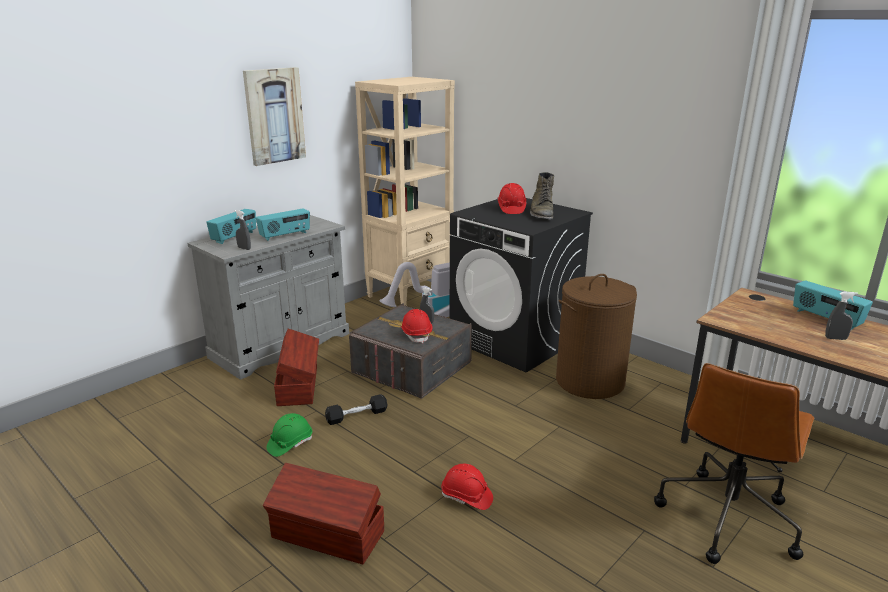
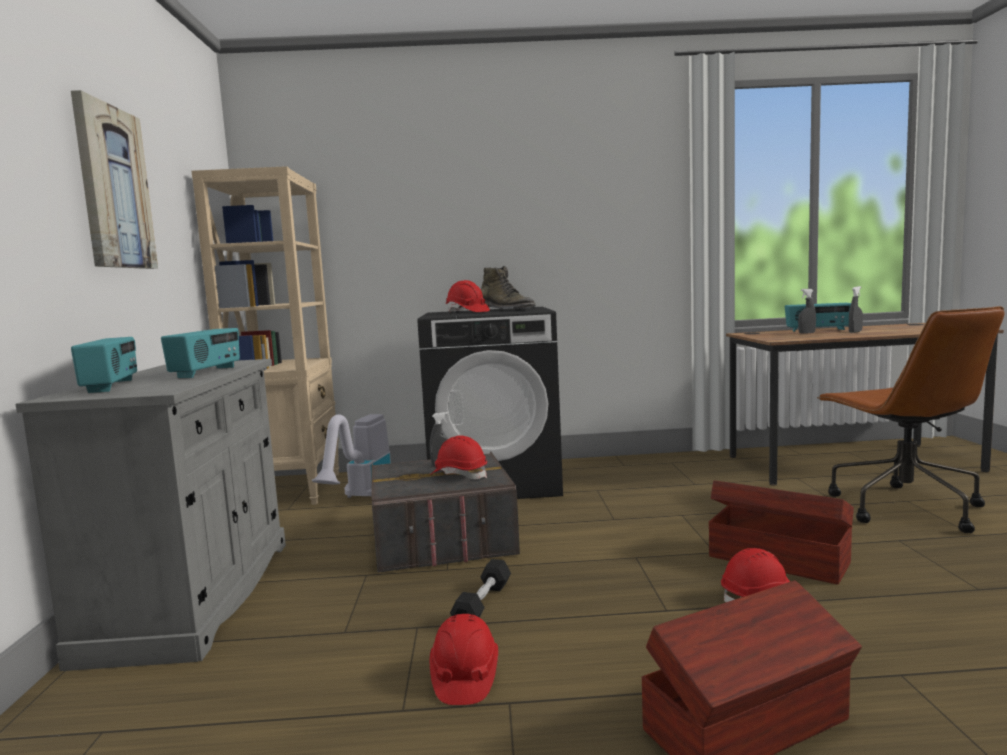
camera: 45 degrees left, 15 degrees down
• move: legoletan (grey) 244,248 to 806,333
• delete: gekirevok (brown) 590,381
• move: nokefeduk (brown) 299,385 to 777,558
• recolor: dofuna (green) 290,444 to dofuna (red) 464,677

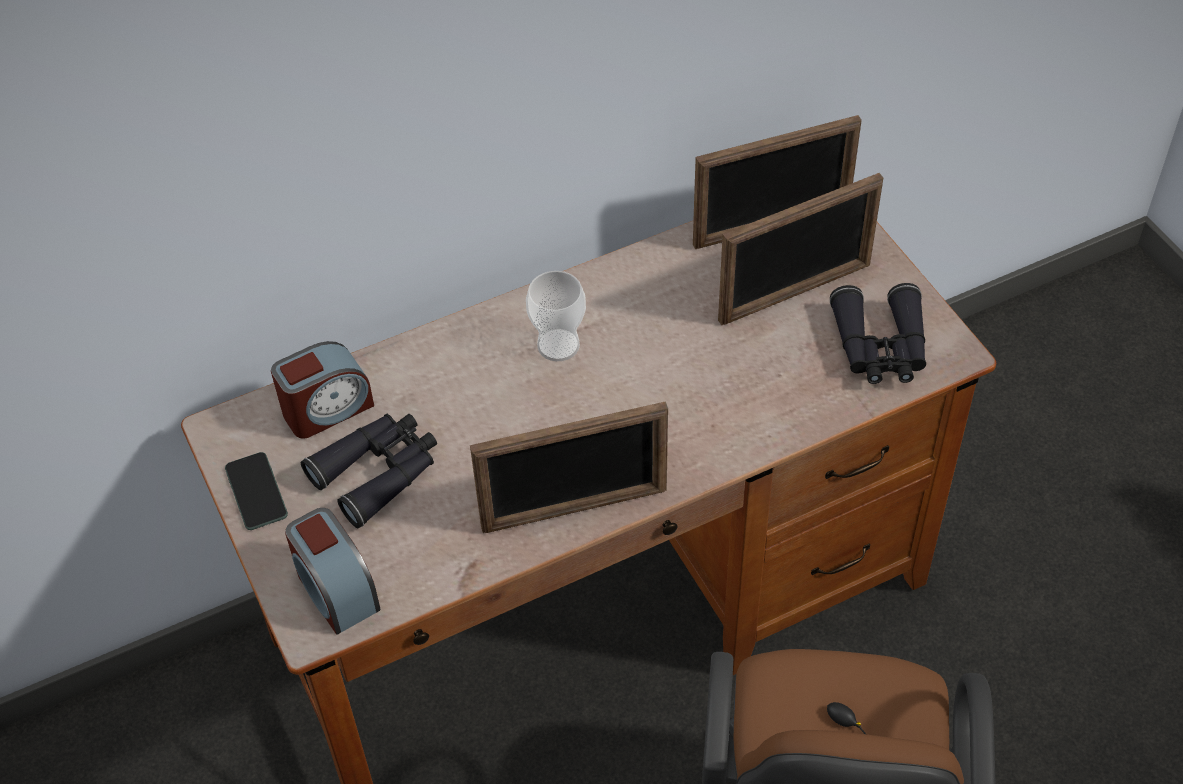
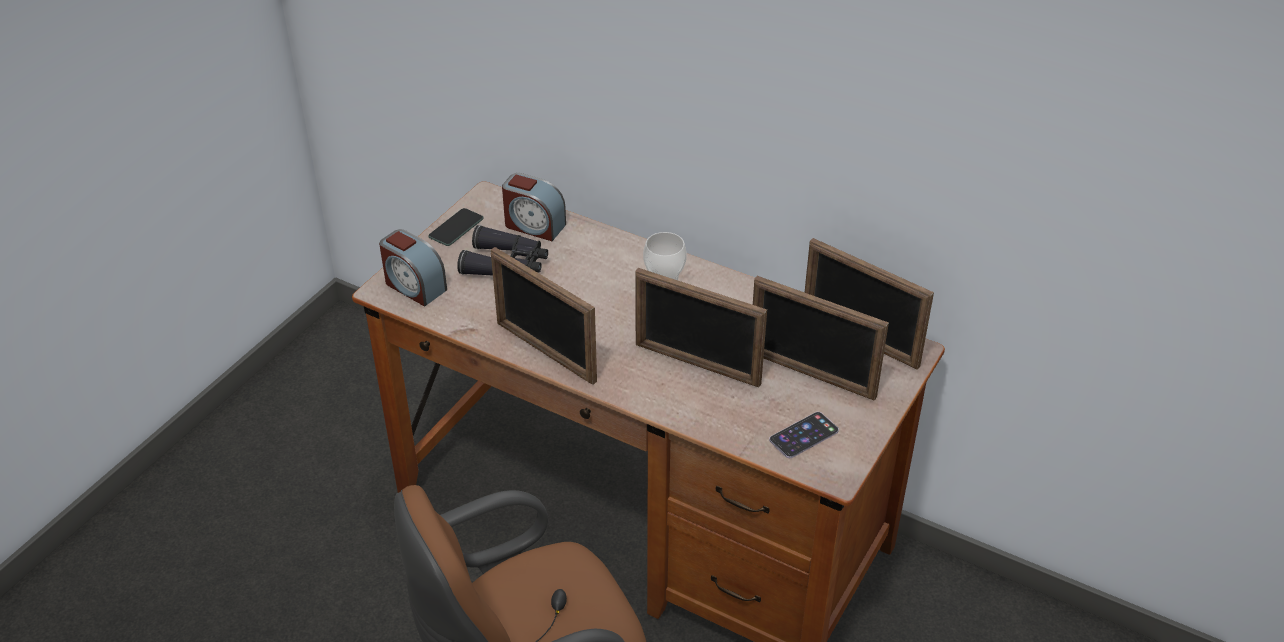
camera: 55 degrees right, 10 degrees down
• replace: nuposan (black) 880,347 to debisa 804,435
• rotate: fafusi 336,590 = 414,286 75 degrees counterclockwise
• insert: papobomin 697,364

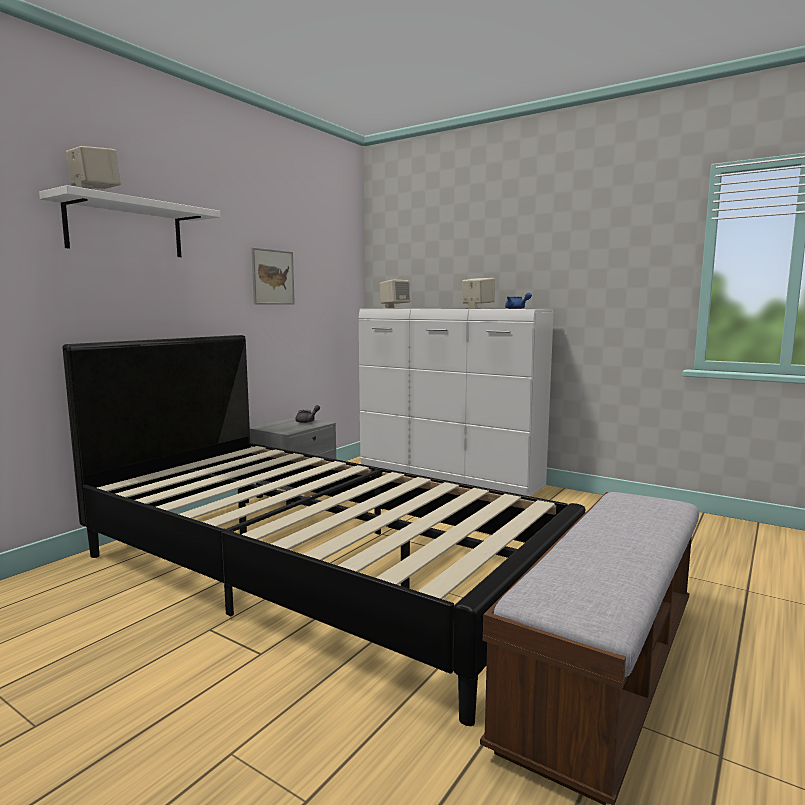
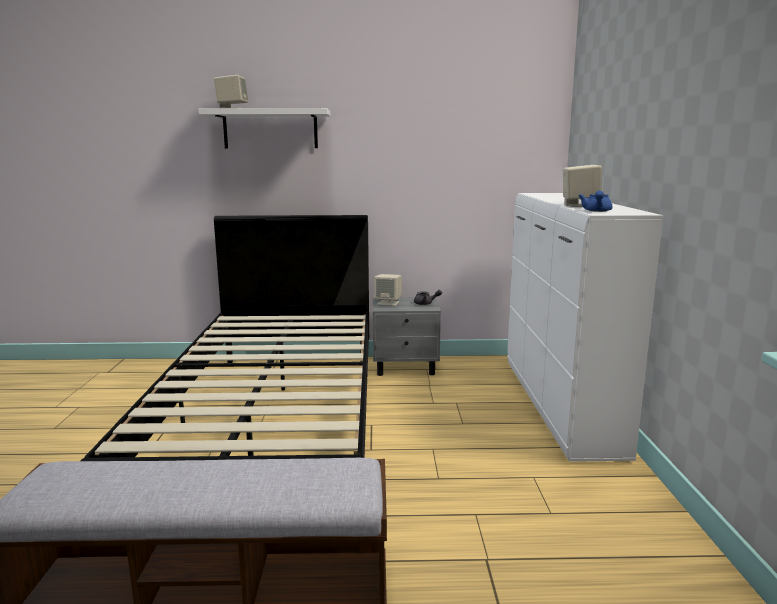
camera: 55 degrees right, 5 degrees up
• delete: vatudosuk 273,277
• move: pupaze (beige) 394,308 to 388,303

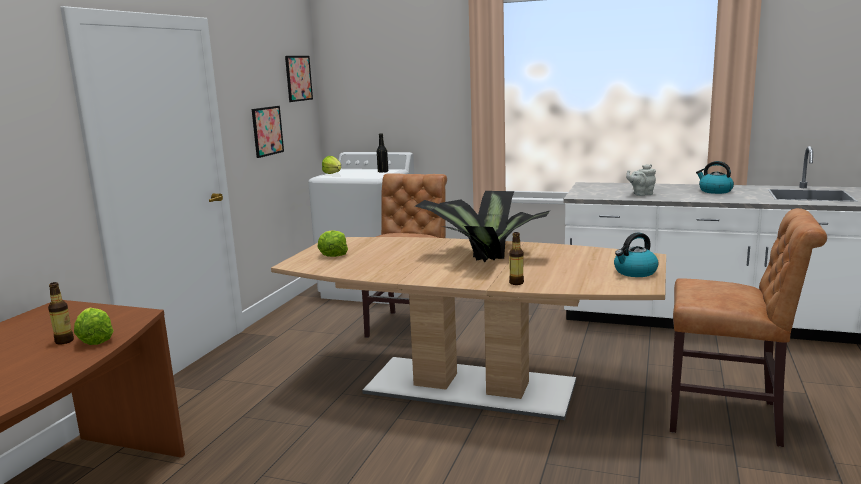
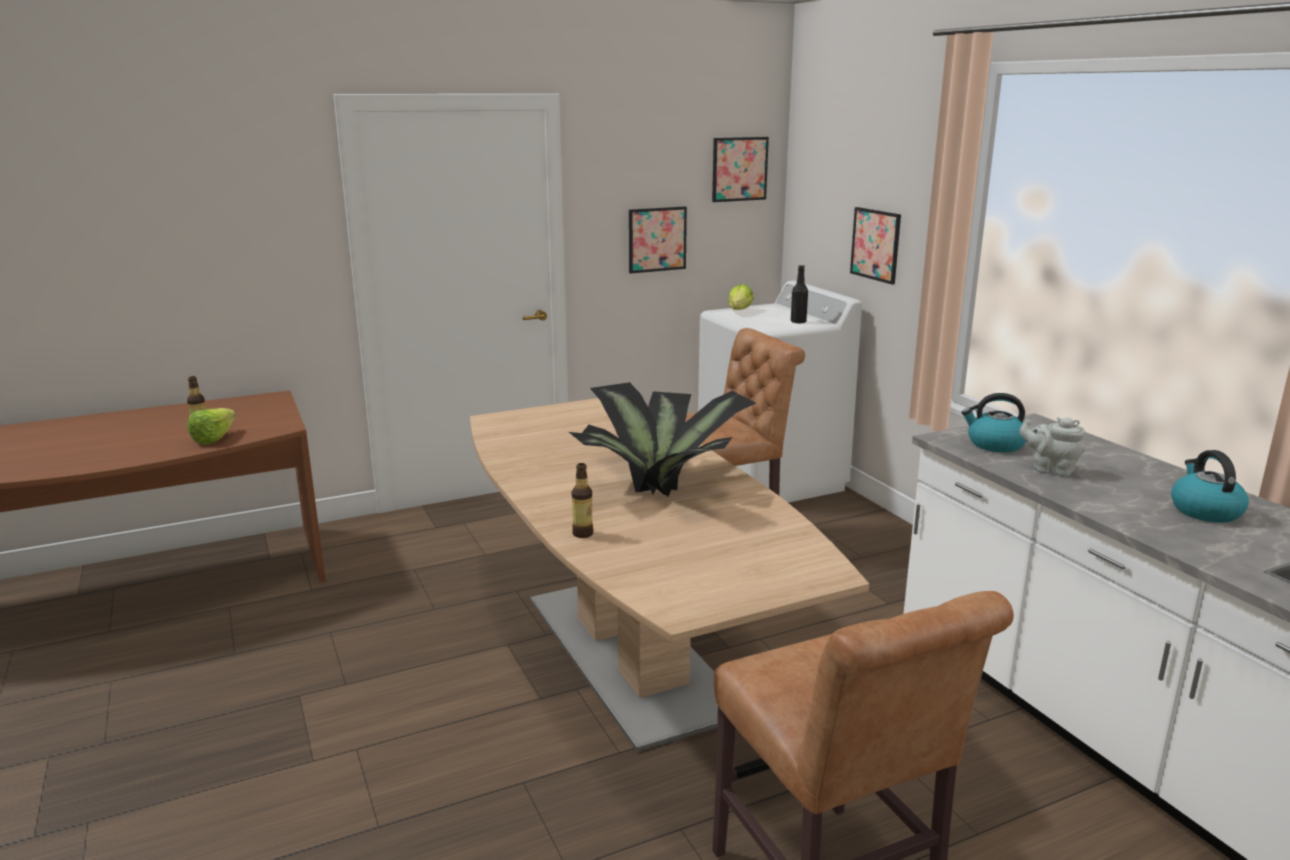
camera: 45 degrees right, 5 degrees up
• delete: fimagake 333,254
• move: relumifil 635,272 to 994,444
• insert: vatudosuk 875,244

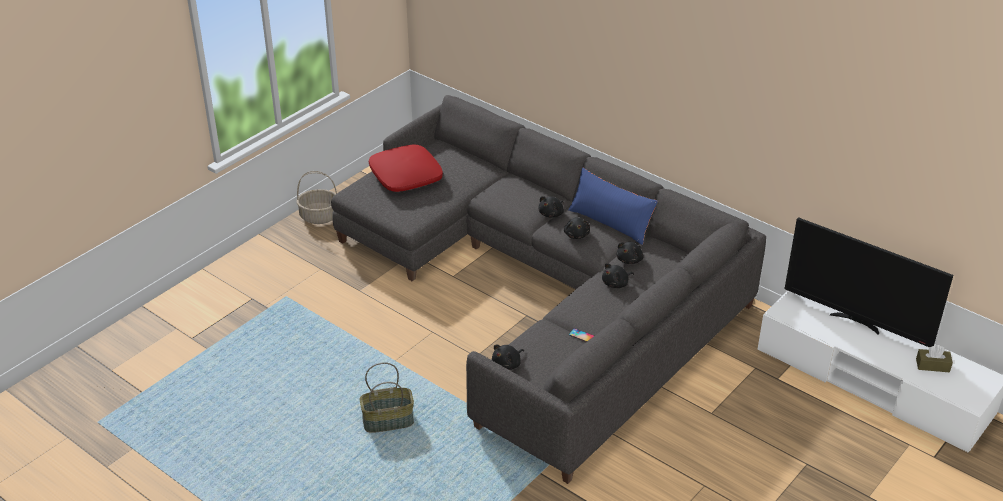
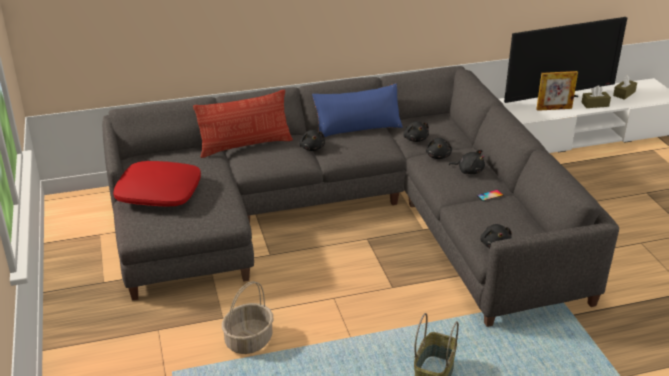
camera: 55 degrees left, 5 degrees down
• move: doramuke 320,216 to 249,340
• move: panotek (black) 576,234 to 469,171
• insert: papobomin 554,109
• insert: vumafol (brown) 595,104
• insert: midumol 245,145

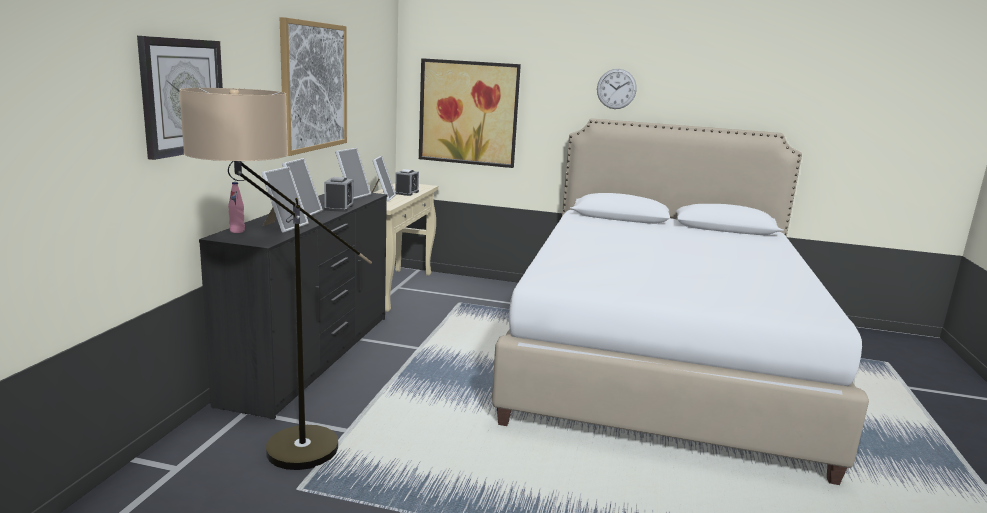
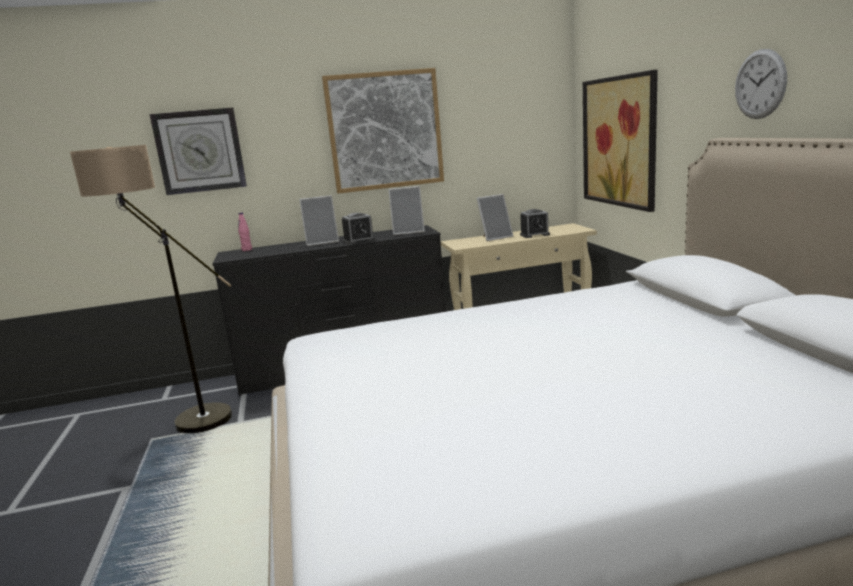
camera: 65 degrees right, 0 degrees up
• delete: papobomin 284,226

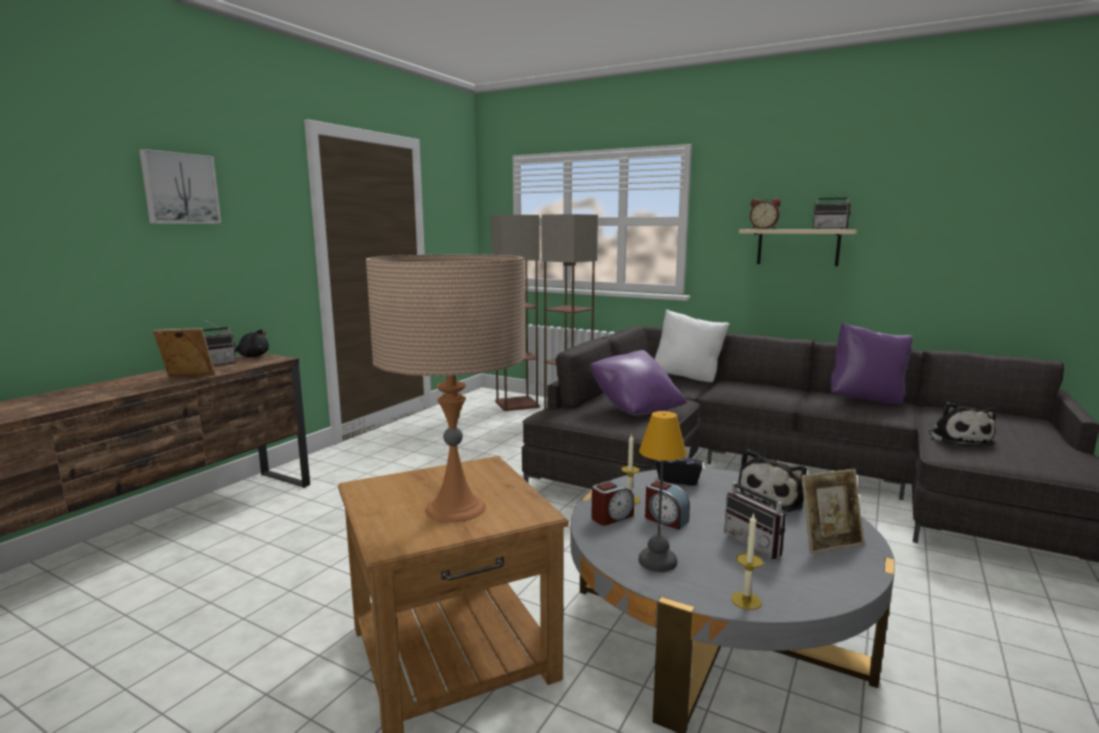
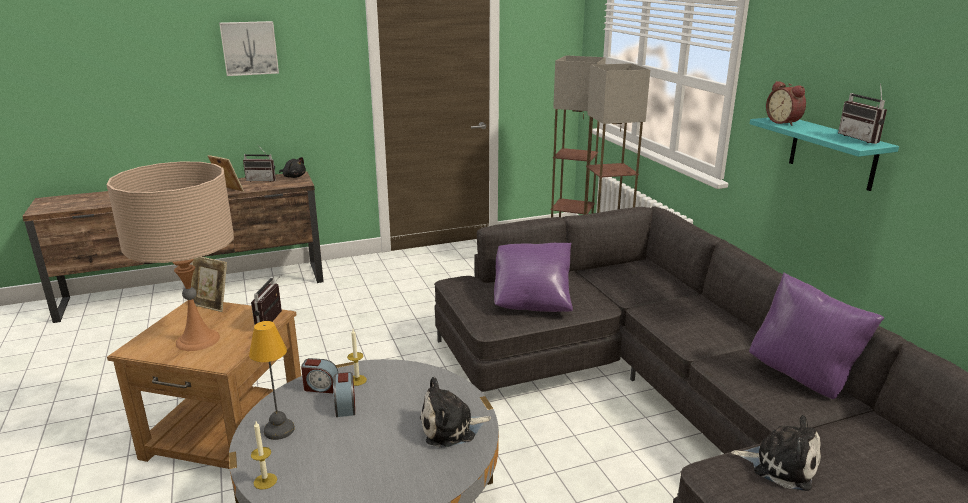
camera: 40 degrees right, 10 degrees up
• recolor: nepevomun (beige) 798,247 to nepevomun (turquoise) 832,153
• delete: midumol (white) 688,378
• rotate: panotek 958,438 = 780,465 105 degrees counterclockwise
• delete: vumafol (black) 678,480
• move: papobomin 829,543 to 211,305
• move: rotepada 757,544 to 273,322

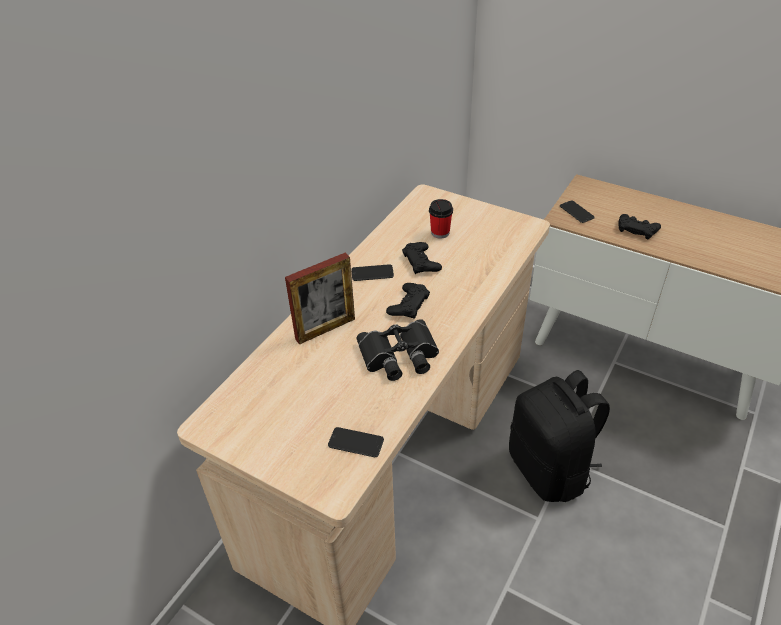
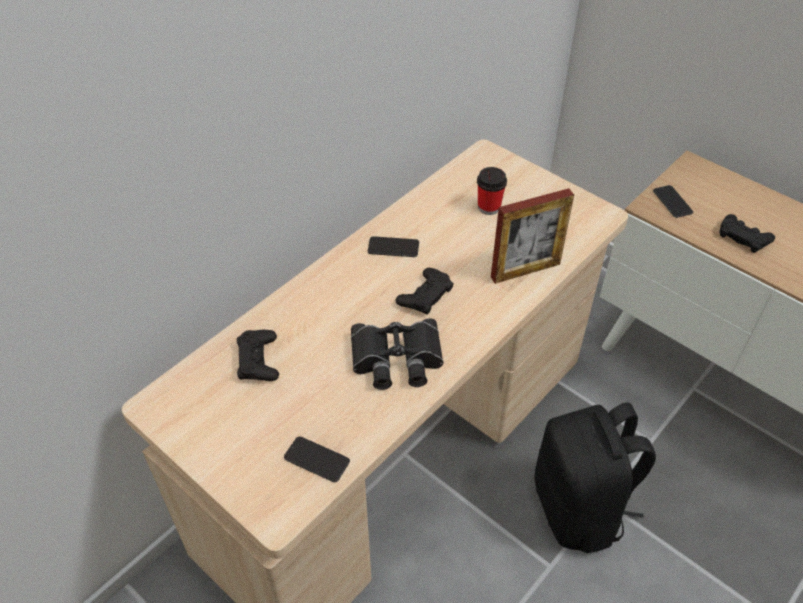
camera: 10 degrees right, 5 degrees up
• move: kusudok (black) 421,262 to 258,360
• move: papobomin 325,329 to 525,270

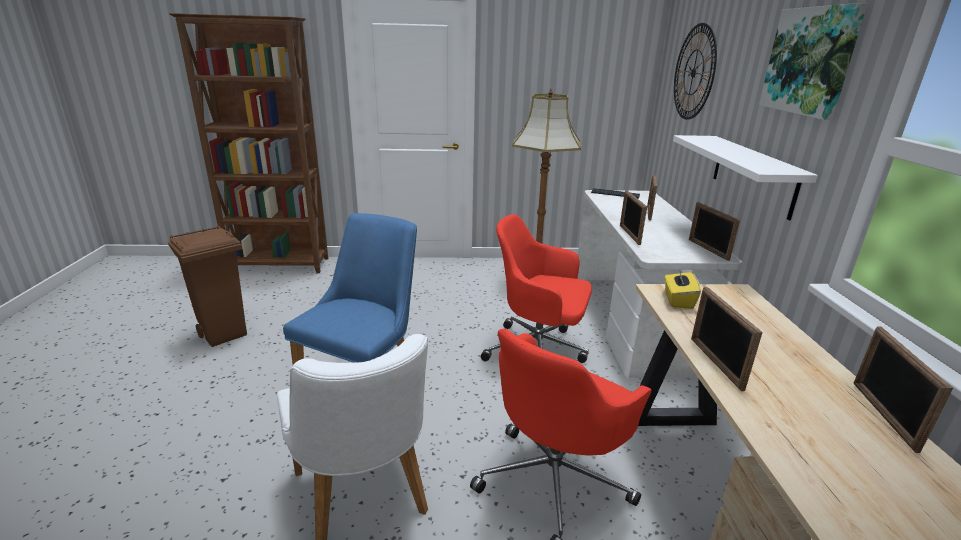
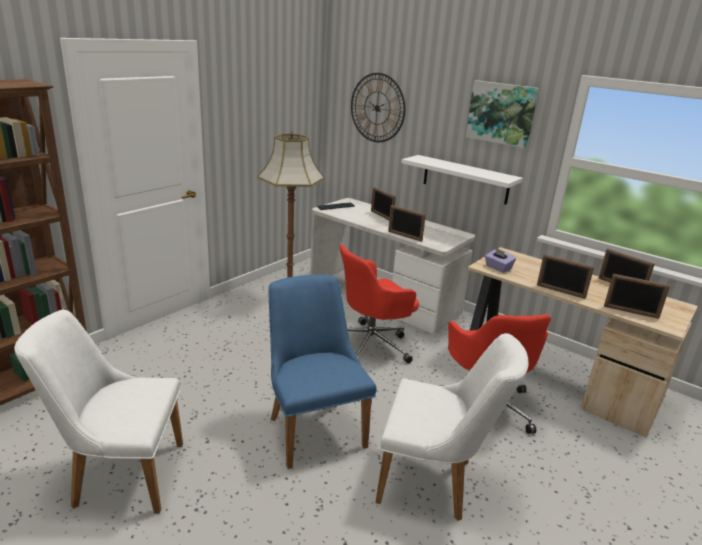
camera: 50 degrees left, 0 degrees up
• move: papobomin 707,249 to 630,312
• replace: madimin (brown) 225,334 to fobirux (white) 118,474
• recolor: vumafol (yellow) 678,300 to vumafol (purple) 498,268

